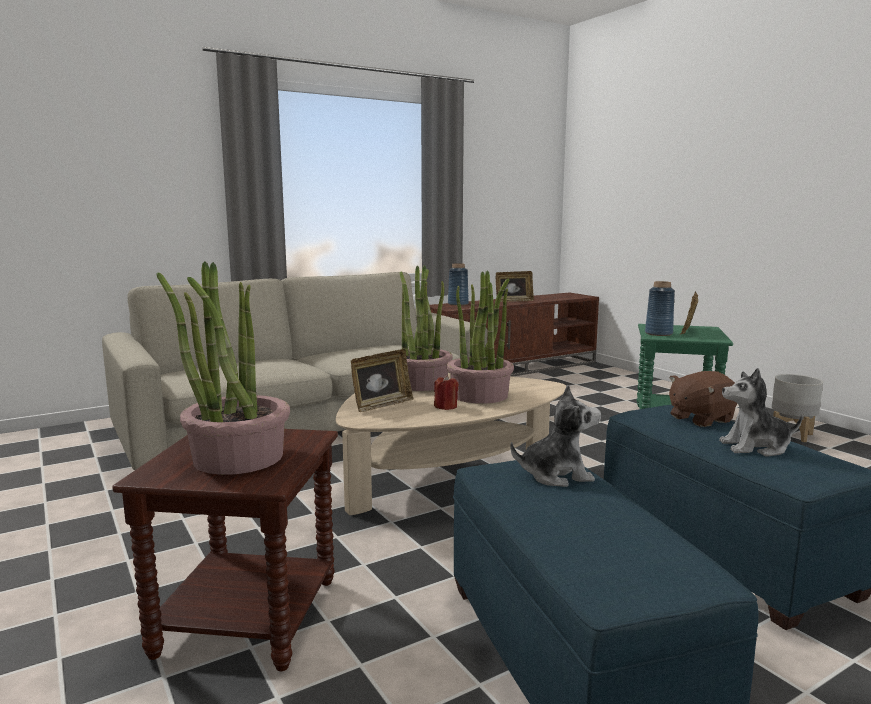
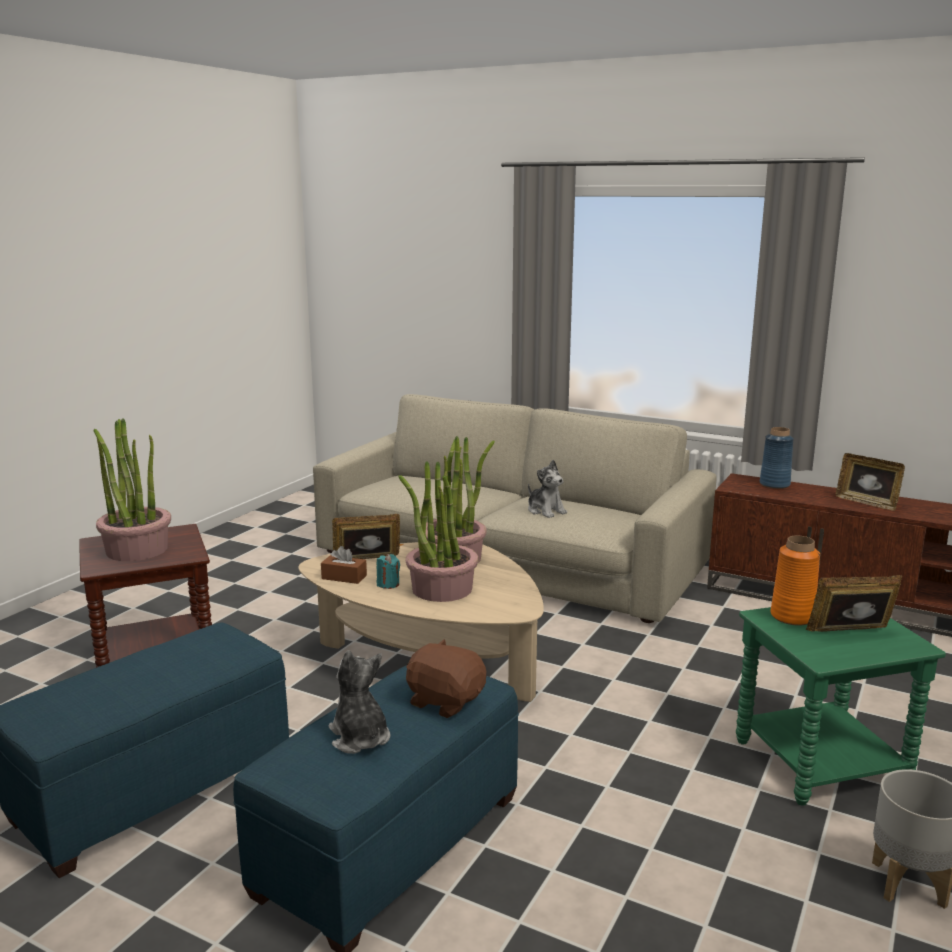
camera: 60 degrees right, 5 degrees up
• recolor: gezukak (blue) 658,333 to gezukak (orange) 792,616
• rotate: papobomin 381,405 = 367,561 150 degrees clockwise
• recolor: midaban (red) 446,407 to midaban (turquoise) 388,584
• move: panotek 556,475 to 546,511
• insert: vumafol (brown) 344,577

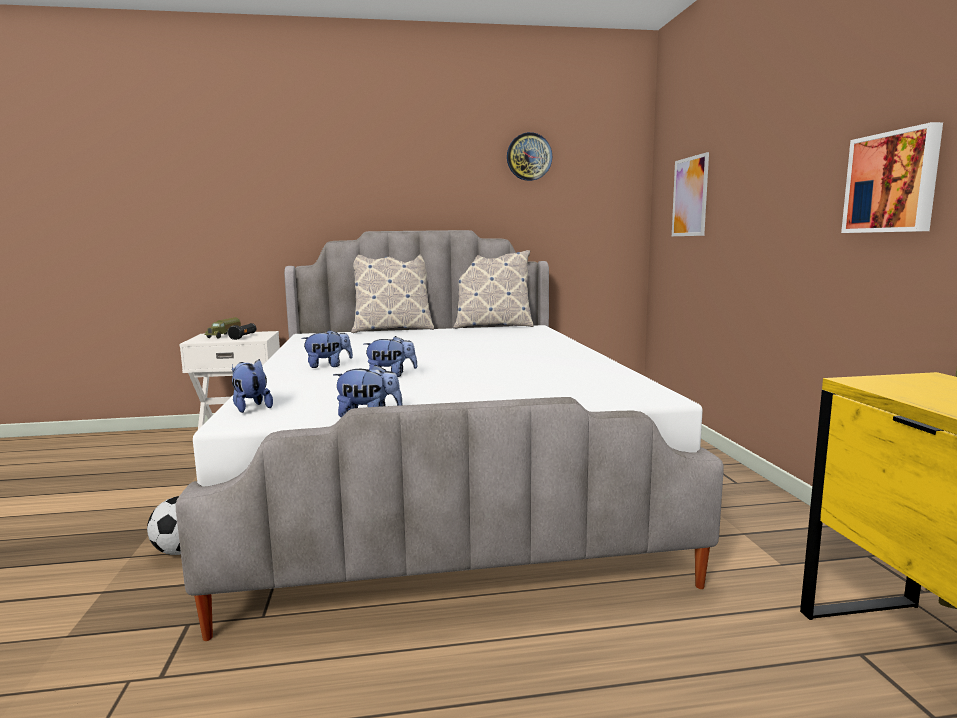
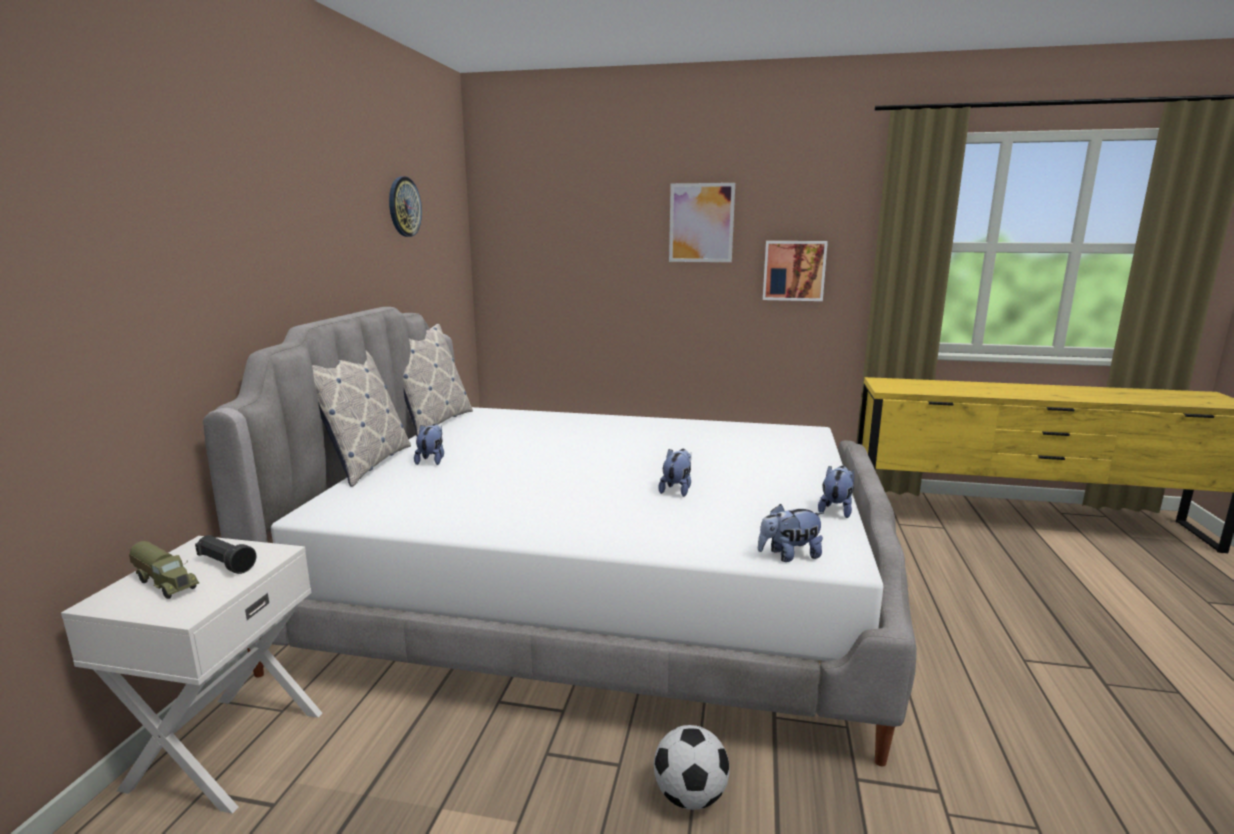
camera: 70 degrees left, 5 degrees up
• move: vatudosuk 690,196 to 701,223
• move: panotek 328,366 to 432,460

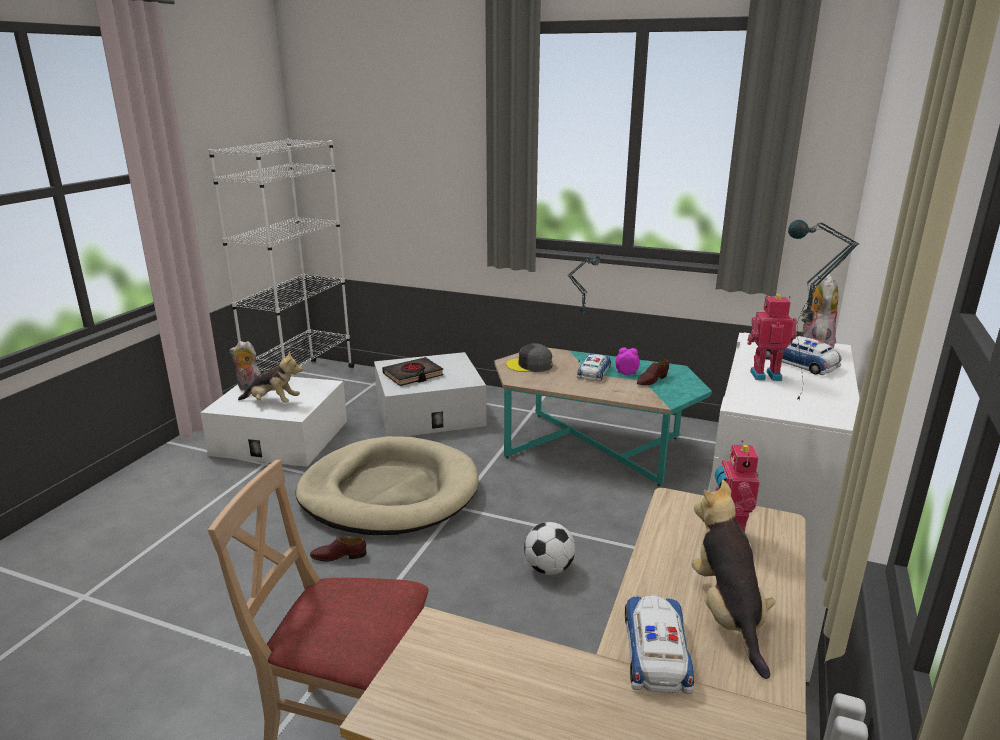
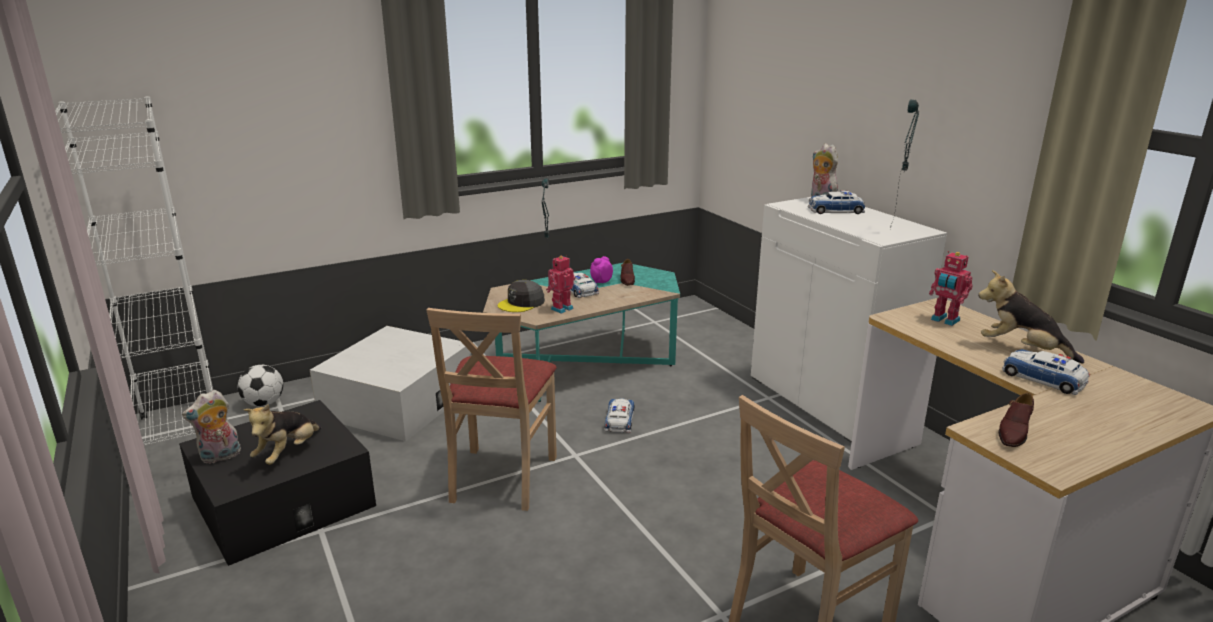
camera: 50 degrees left, 0 degrees up
• move: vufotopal 765,375 to 561,308
• rotate: panotek 273,402 = 288,453 150 degrees clockwise
• delete: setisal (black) 413,375
• recolor: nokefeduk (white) 281,437 to nokefeduk (black) 283,501
• replace: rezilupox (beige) 389,492 to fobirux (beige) 501,477
• move: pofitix 549,569 to 264,404
• move: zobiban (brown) 338,556 to 1013,432
• insert: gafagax 619,420

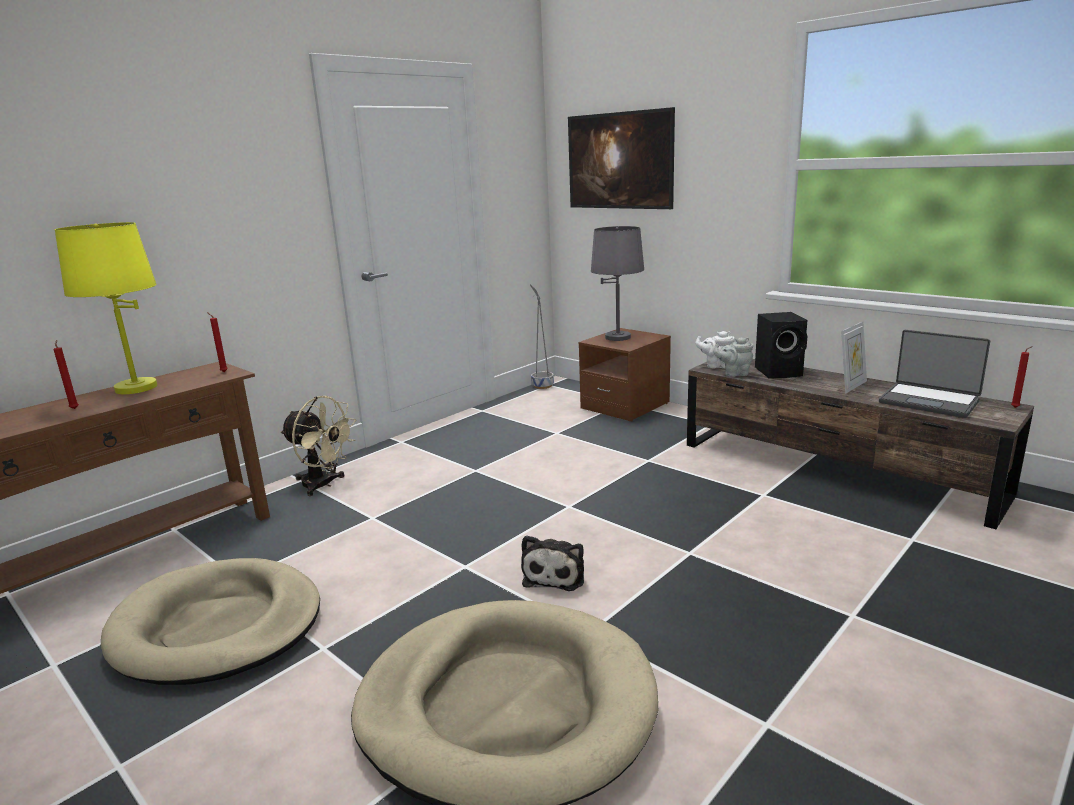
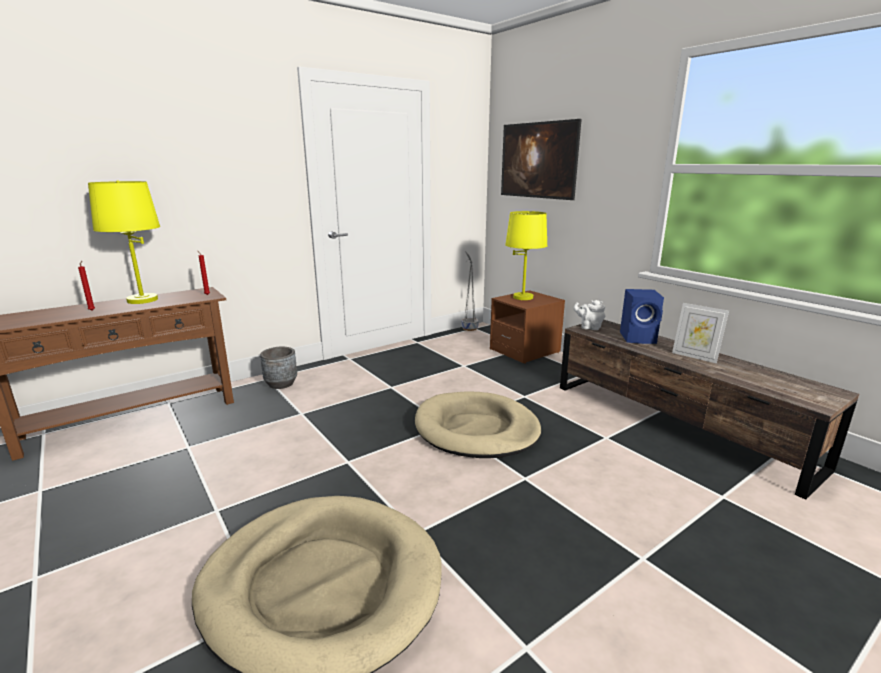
camera: 10 degrees right, 0 degrees up
• recolor: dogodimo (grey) 618,337 to dogodimo (yellow) 523,297
• recolor: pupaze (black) 780,372 to pupaze (blue) 639,338
• rotate: papobomin 851,386 = 695,356 75 degrees clockwise
• delete: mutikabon 929,401
• delete: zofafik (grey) 734,373
• delete: midaban (red) 1016,407
• replace: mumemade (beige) 324,485 to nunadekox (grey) 281,384
• delete: panotek 555,574
• move: rezilupox (beige) 217,627 to 476,429

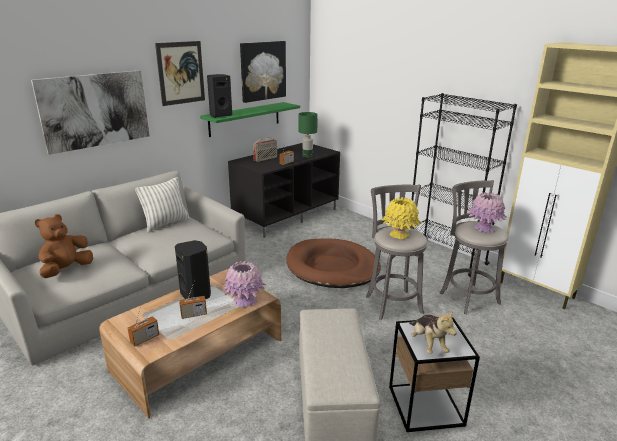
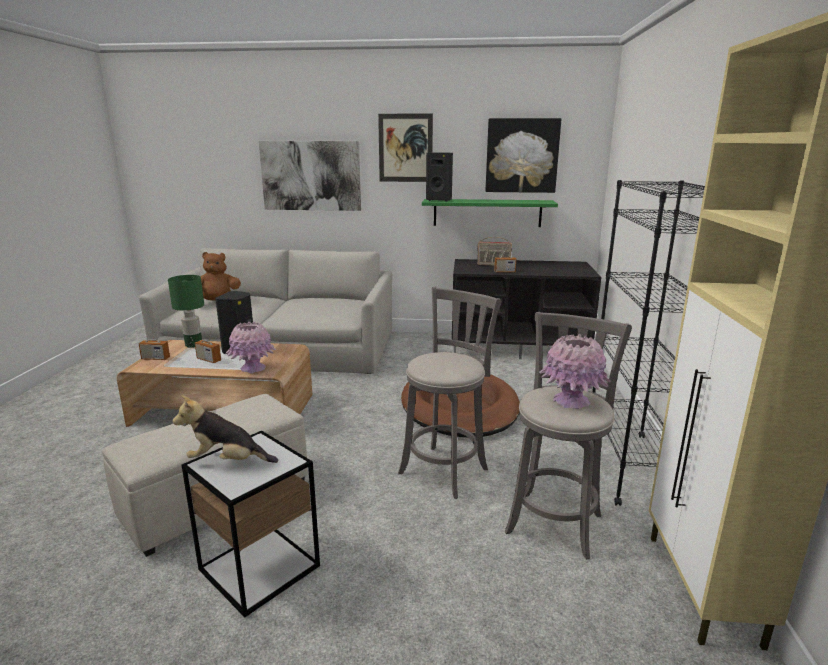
camera: 50 degrees right, 5 degrees down
• move: dogodimo (green) 307,156 to 194,345
• delete: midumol 166,223
• delete: gezukak (yellow) 399,235
• rotate: panotek 428,344 = 227,461 60 degrees clockwise

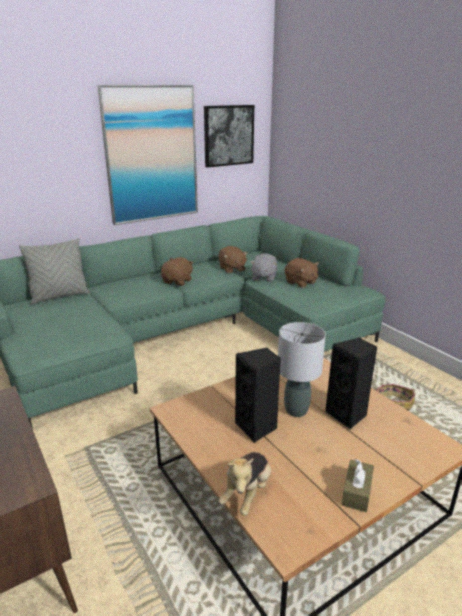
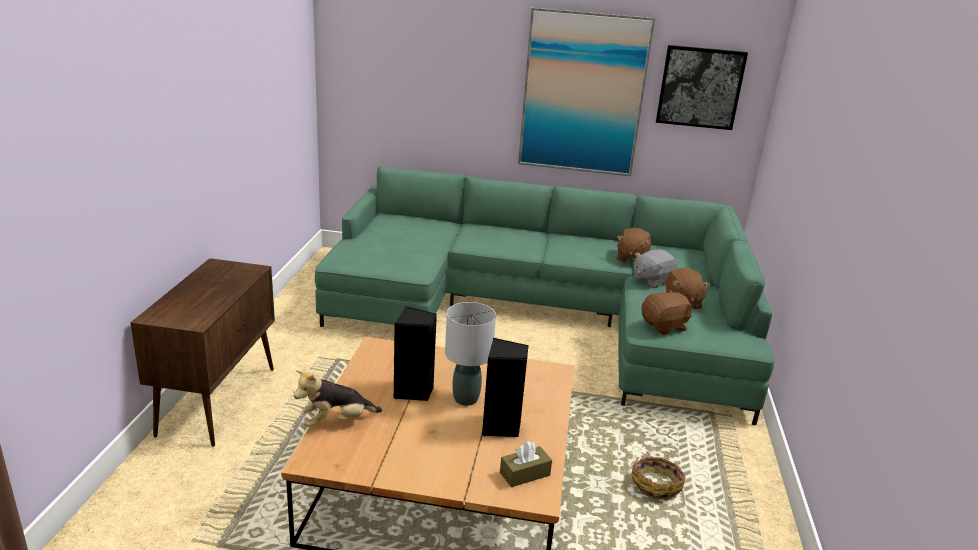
camera: 40 degrees right, 0 degrees up
• delete: midumol (grey) 59,296
• move: panotek (brown) 178,281 to 664,326
• move: vumafol (brown) 357,492 to 525,474

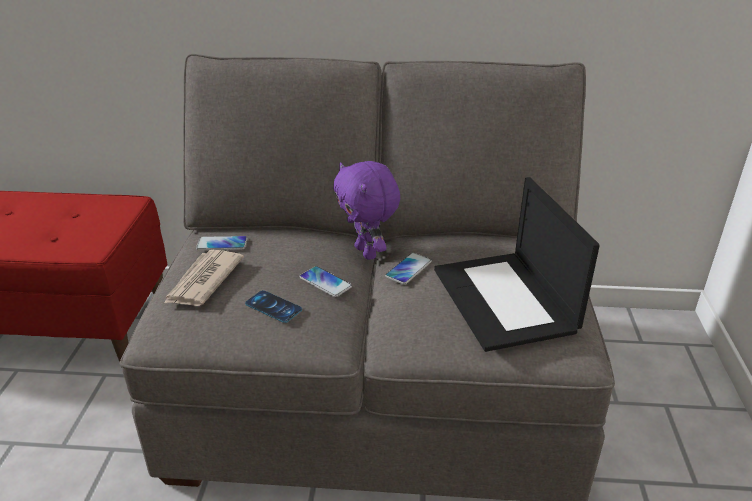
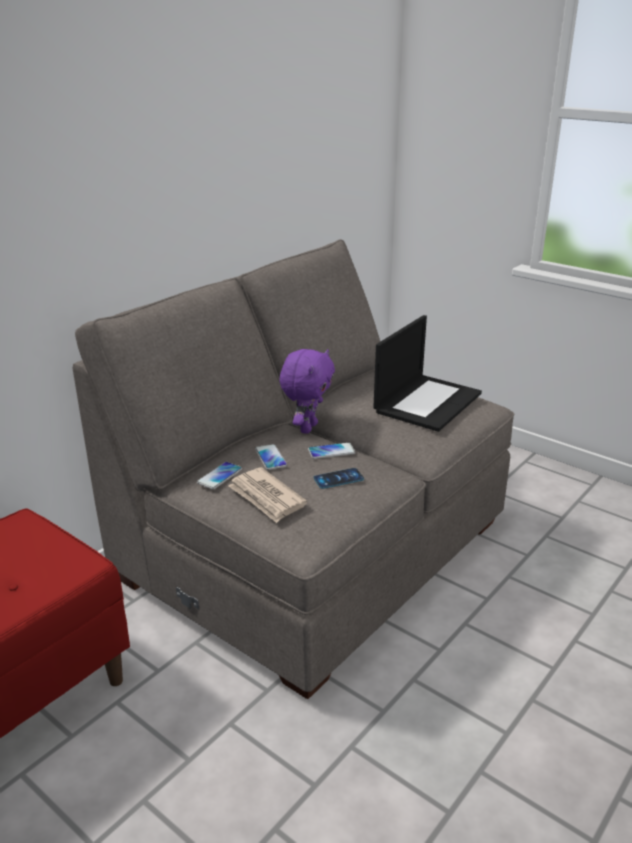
camera: 55 degrees left, 5 degrees down
• rotate: panotek (purple) 367,252 = 307,428 75 degrees counterclockwise
• rotate: mutikabon 505,300 = 427,402 75 degrees counterclockwise
• move: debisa 408,269 to 270,457

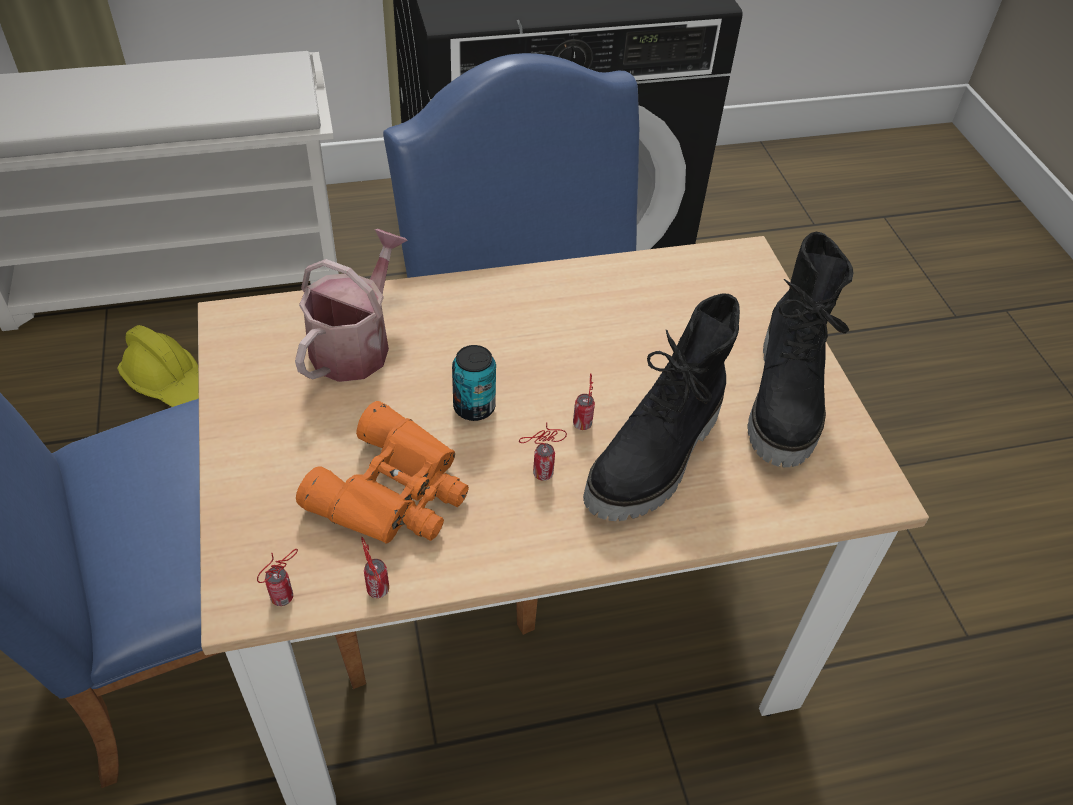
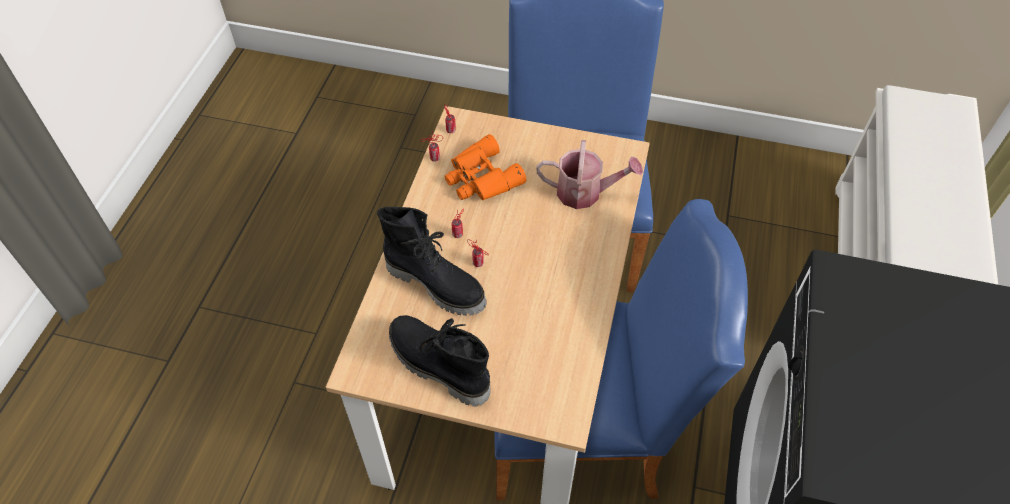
camera: 120 degrees right, 5 degrees up
• rotate: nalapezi 356,344 = 585,192 45 degrees counterclockwise
• rotate: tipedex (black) 657,459 = 437,284 150 degrees clockwise
• delete: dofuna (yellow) 168,381
• delete: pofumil 474,407

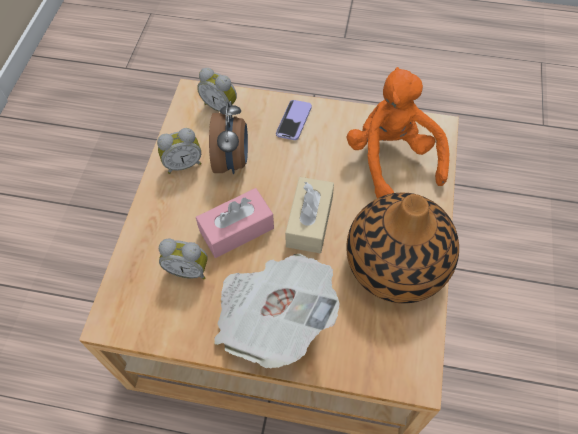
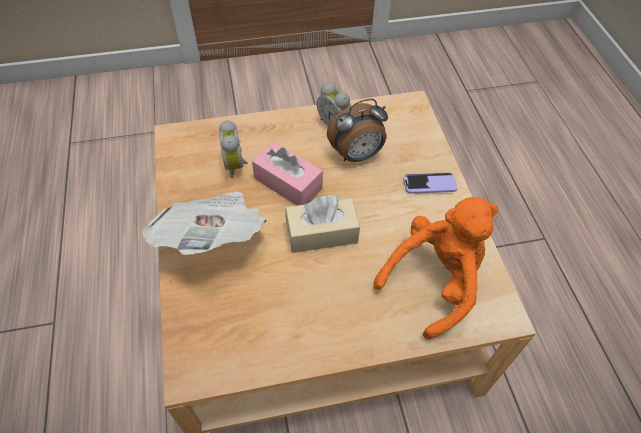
camera: 65 degrees right, 5 degrees down
• delete: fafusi 221,106
• delete: gezukak 396,264

